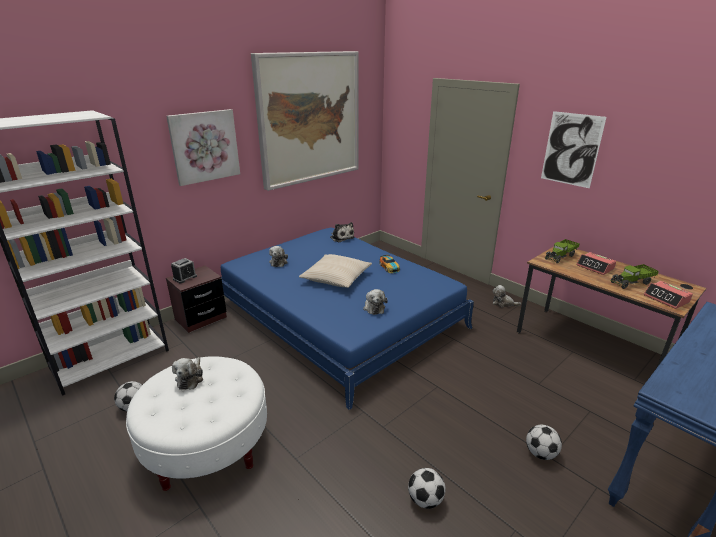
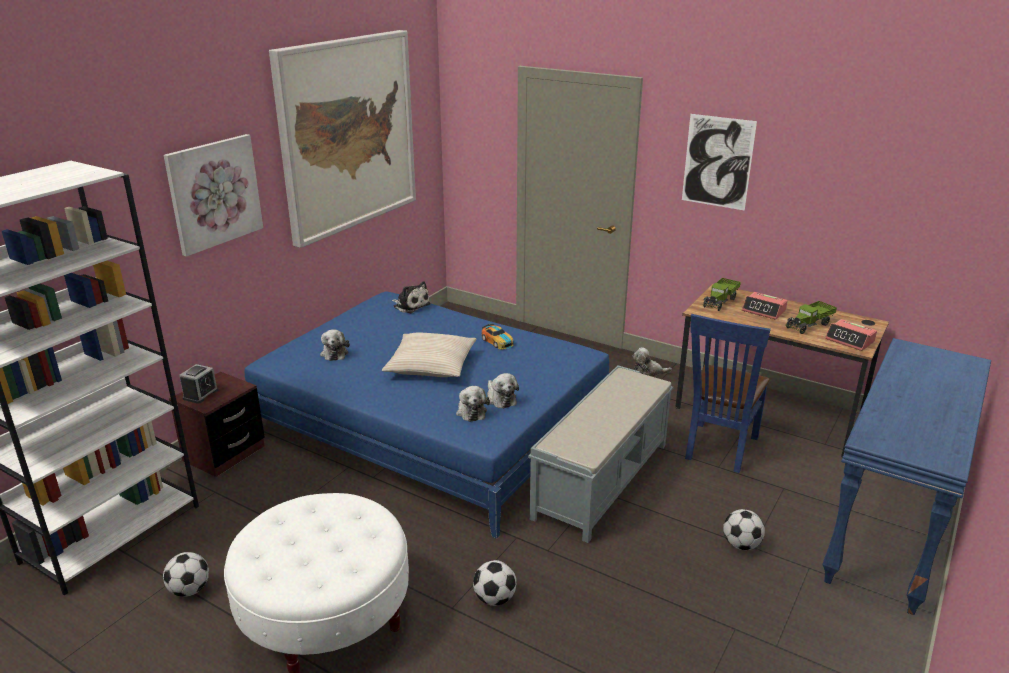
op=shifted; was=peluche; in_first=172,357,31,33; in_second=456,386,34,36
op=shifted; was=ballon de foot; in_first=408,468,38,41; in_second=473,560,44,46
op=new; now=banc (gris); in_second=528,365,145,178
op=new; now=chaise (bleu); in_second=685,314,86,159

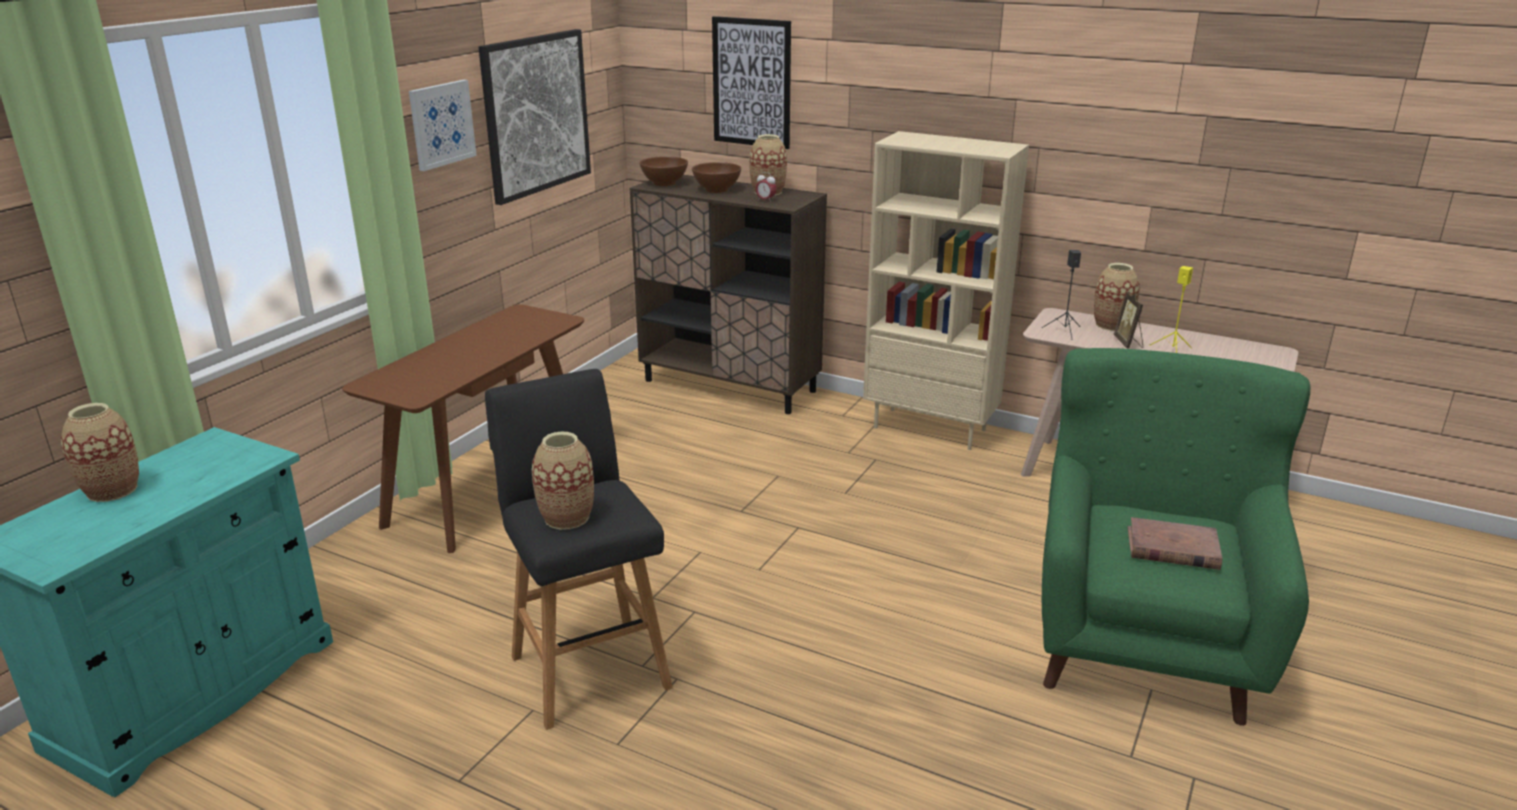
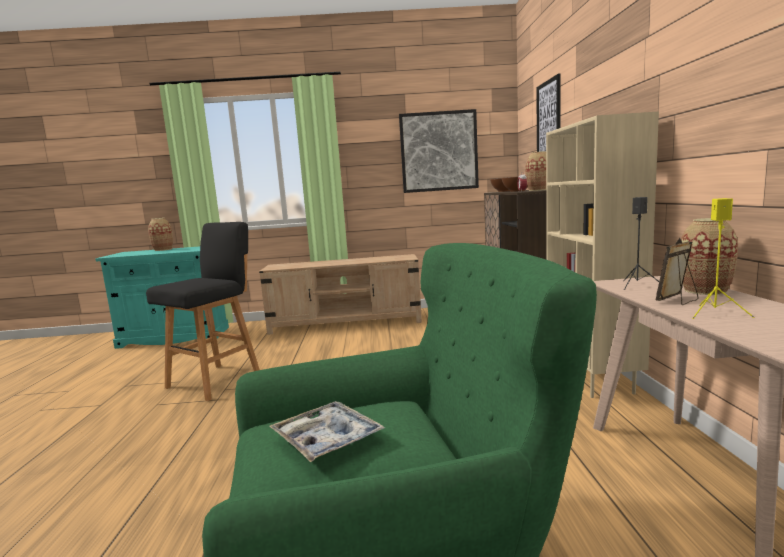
op=swapped; was=table console (marron); now=meuble télé (beige); in_first=342,305,242,248; in_second=259,254,163,81
op=swapped; was=livre (marron); now=plateau; in_first=1128,517,94,53; in_second=269,401,116,61
op=gone; was=tableau; in_first=409,80,68,91
op=gone; was=vase; in_first=532,432,62,98

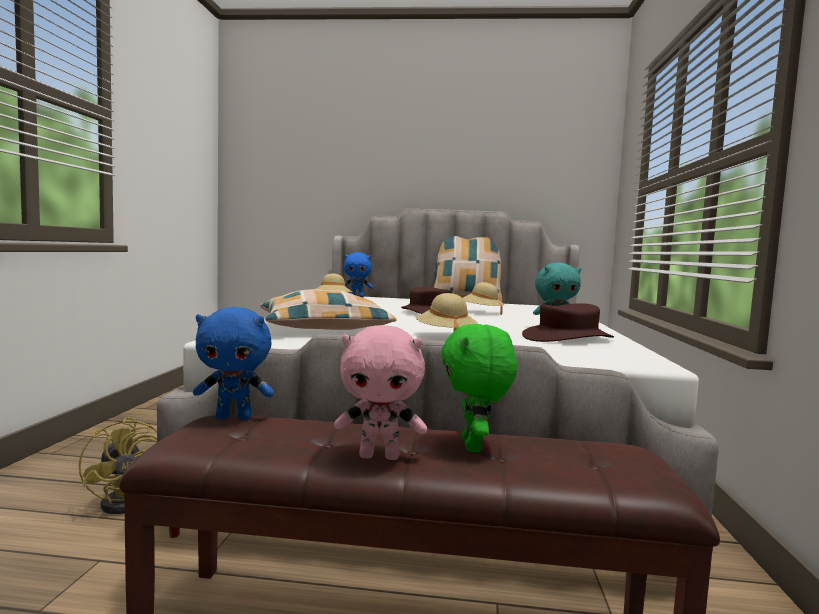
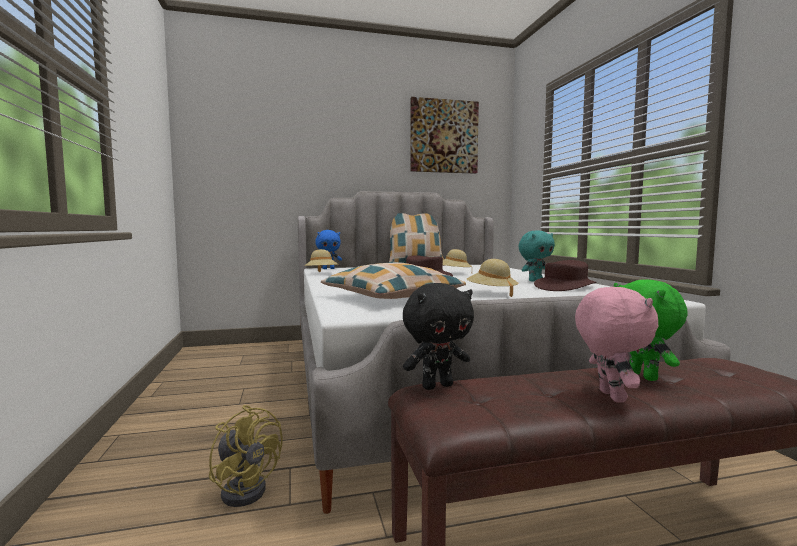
op=repainted; was=peluche (bleu); now=peluche (noir); in_first=193,307,81,113; in_second=403,283,71,107
op=new; now=tableau; in_second=410,97,69,77
op=rotated; was=peluche (rose); in_first=334,325,93,135; in_second=575,287,83,116; clockwise=-75

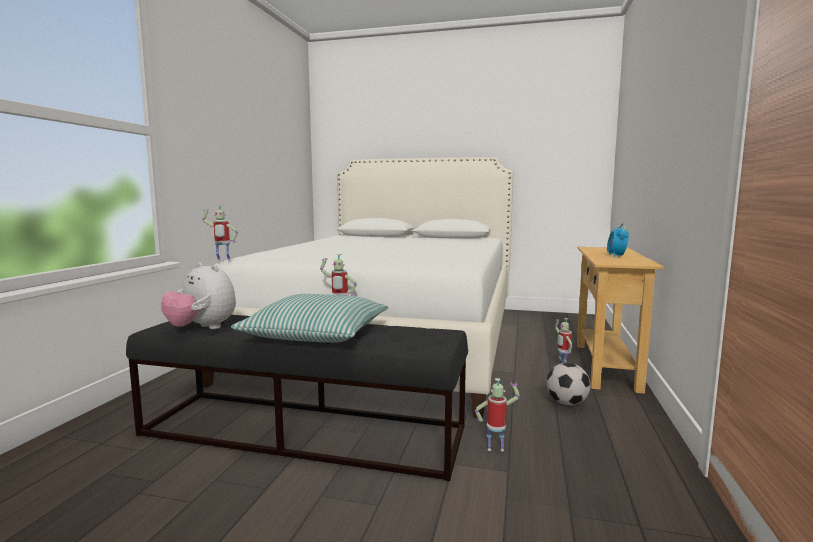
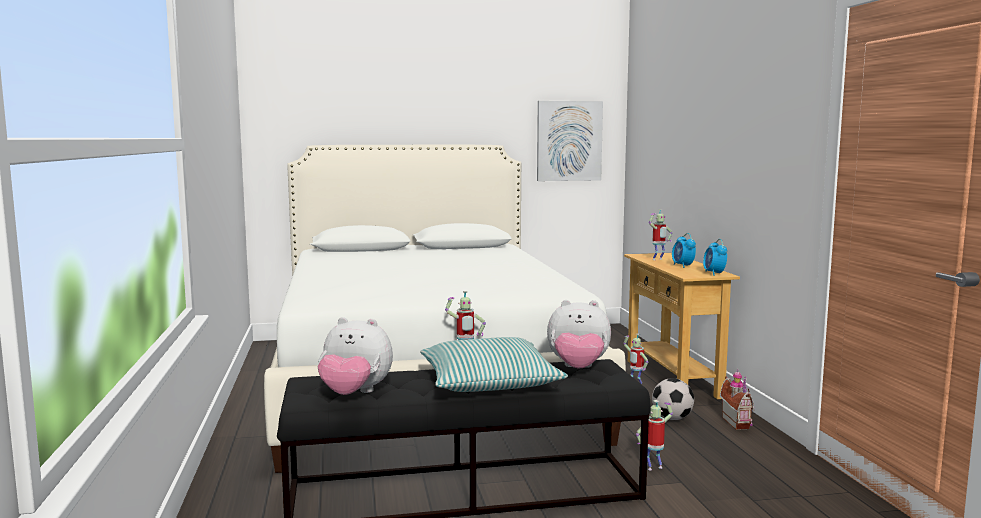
op=new; now=tableau; in_second=537,101,66,80
op=new; now=peluche; in_second=547,300,64,68
op=shifted; was=robot jouet; in_first=202,205,36,57; in_second=649,209,23,51
op=new; now=réveil; in_second=703,239,24,37
op=new; now=maison miniature; in_second=720,369,34,61

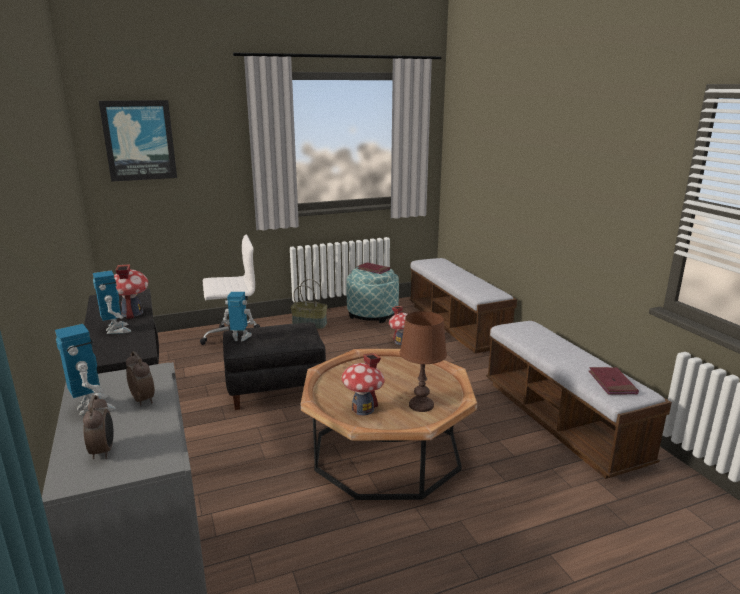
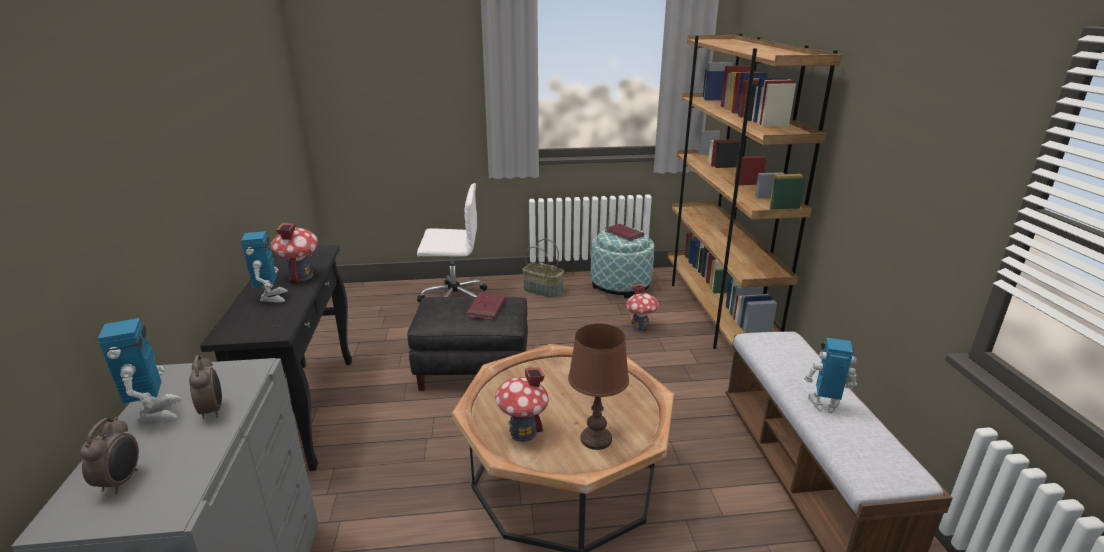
op=shifted; was=livre (rouge); in_first=589,367,50,28; in_second=466,293,40,27
op=swapped; was=banc; now=bibliothèque (marron); in_first=410,258,107,95; in_second=668,34,174,315
op=shifted; was=robot jouet; in_first=223,292,32,49; in_second=804,338,53,75
op=gone; was=tableau; in_first=99,100,78,82

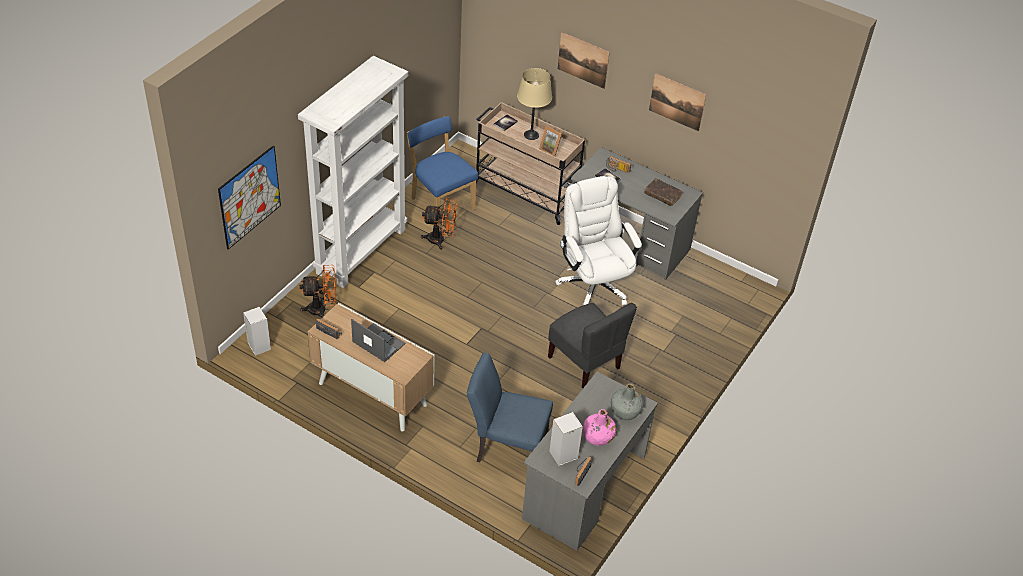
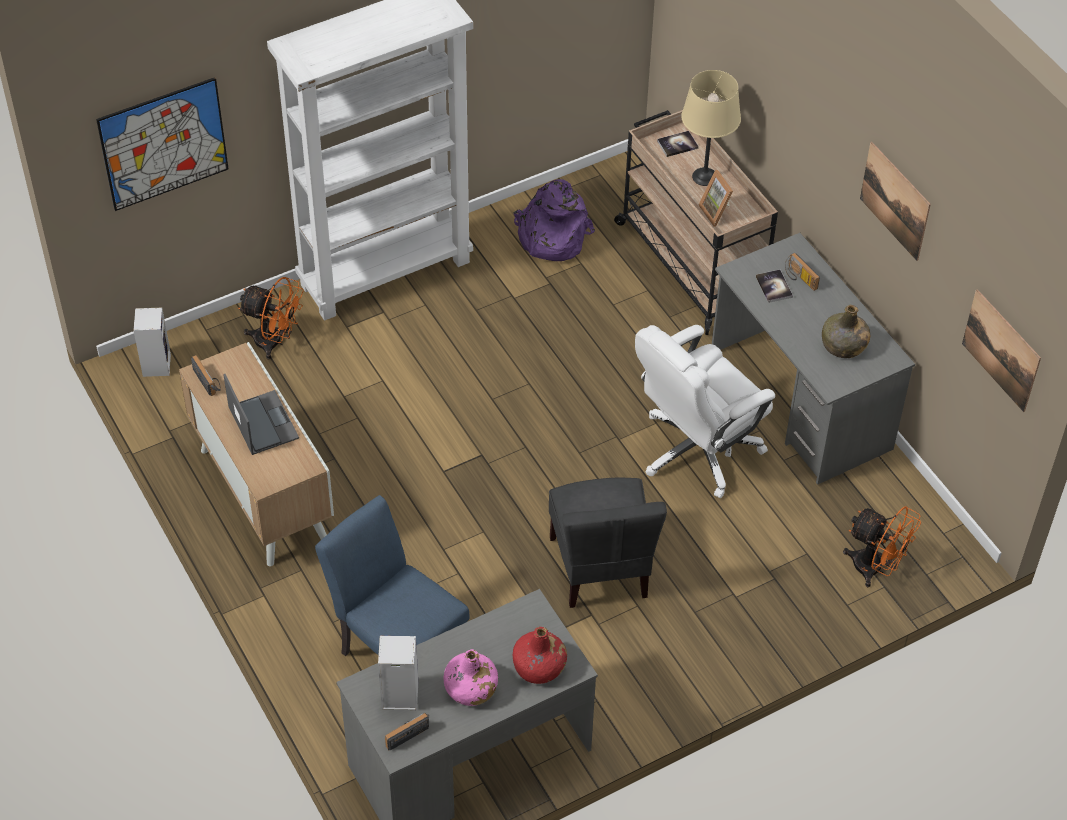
op=repainted; was=bouteille (gris); now=bouteille (rouge); in_first=611,384,33,36; in_second=513,627,54,57
op=swapped; was=chaise (bleu); now=sac à dos (violet); in_first=407,116,71,109; in_second=514,179,81,82
op=rotated; was=chaise de bureau (blanc); in_first=555,176,87,129; in_second=635,325,140,173; clockwise=-135
op=swapped; was=livre (marron); now=bouteille (vert); in_first=644,178,38,28; in_second=822,305,49,53
op=shifted; was=ventilateur (orange); in_first=421,197,36,53; in_second=843,506,78,82
op=shifted; was=tableau; in_first=558,32,52,57; in_second=962,289,79,123

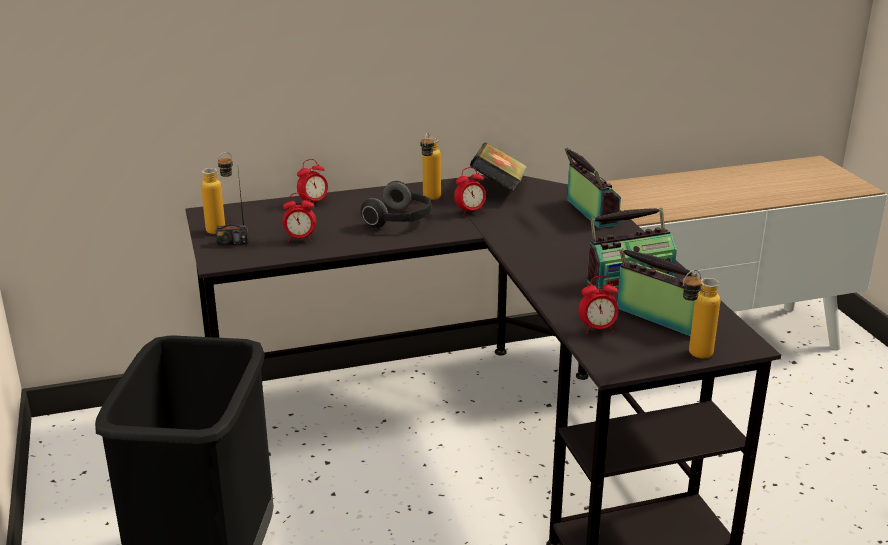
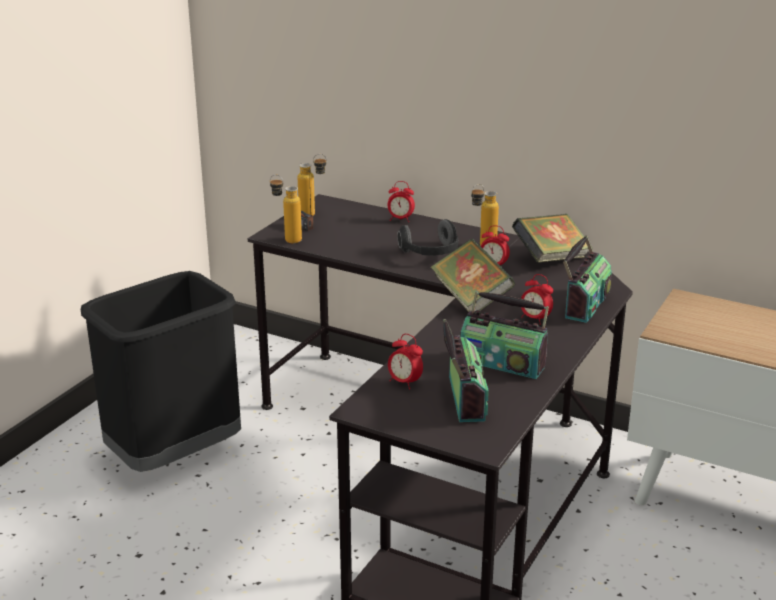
op=shifted; was=bouteille; in_first=682,270,39,88; in_second=270,175,32,68
op=new; now=livre; in_second=430,239,85,74
op=shifted; was=réveil; in_first=283,193,33,49; in_second=521,274,32,51

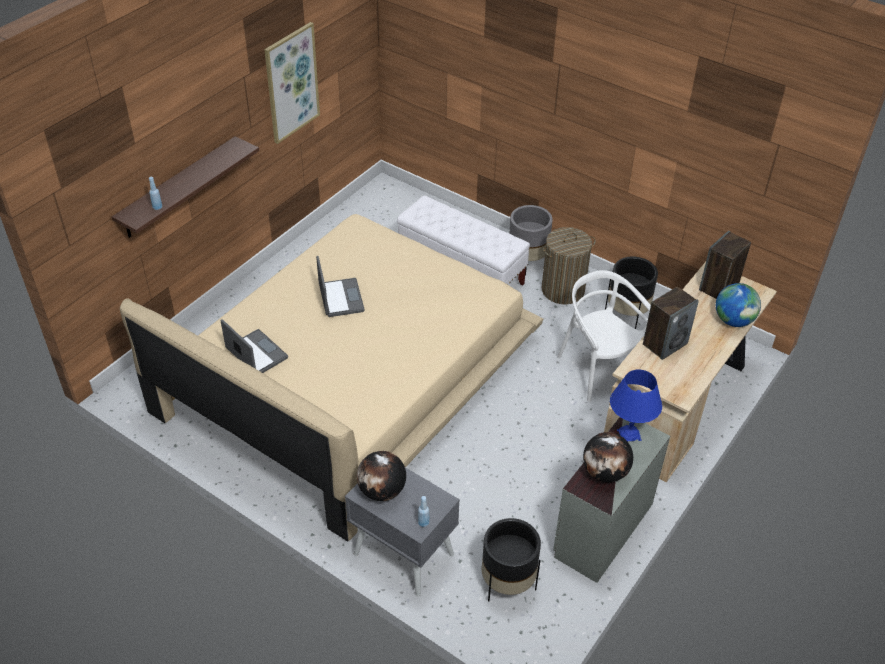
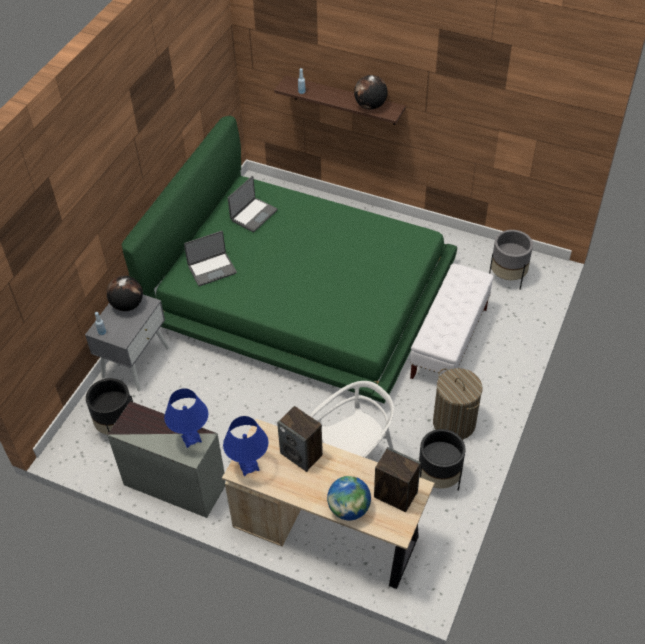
op=repainted; was=lit (beige); now=lit (vert); in_first=120,214,424,328; in_second=122,116,335,287
op=shifted; was=ordinateur portable; in_first=316,256,49,61; in_second=184,231,53,55
op=new; now=lampe de table (bleu); in_second=223,416,46,60
op=shifted; was=globe; in_first=583,432,50,50; in_second=354,75,34,35
op=shifted; was=cache-pot (gris); in_first=509,205,44,70; in_second=489,230,44,60
op=gone; was=tableau; in_first=264,22,56,122

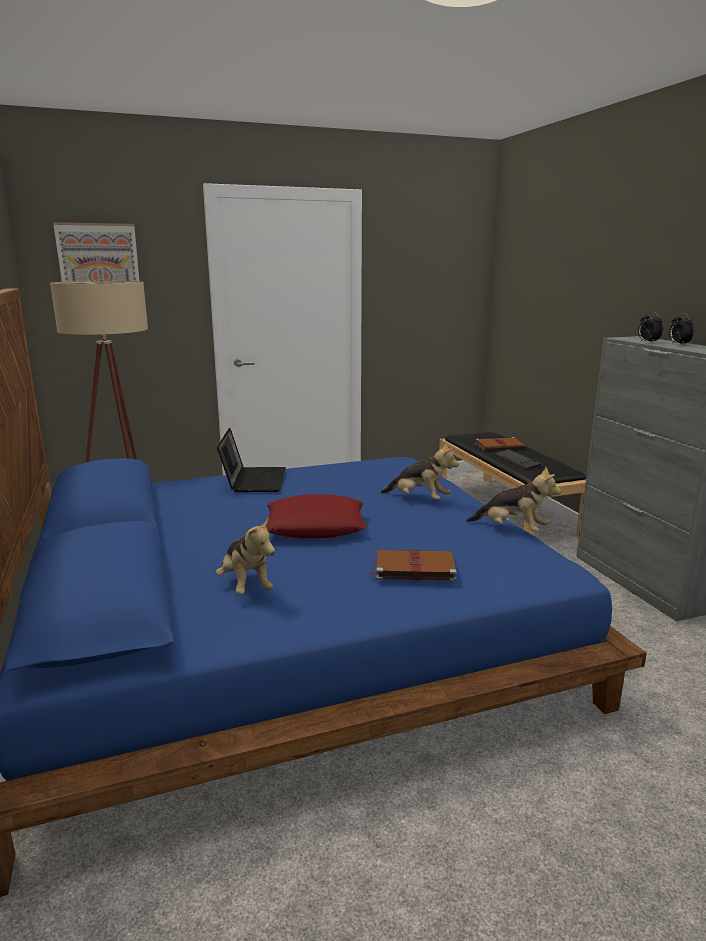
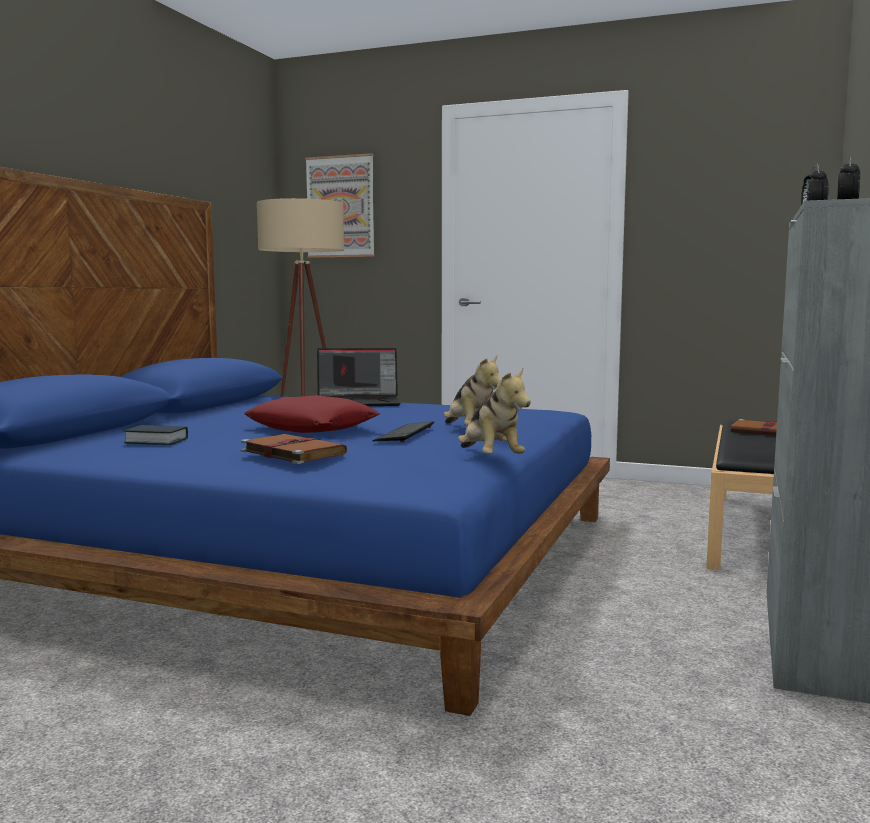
op=swapped; was=peluche; now=livre; in_first=216,518,59,76; in_second=124,425,64,20
op=rotated; was=ordinateur portable; in_first=217,428,69,64; in_second=317,348,84,58; clockwise=45
op=shifted; was=clavier; in_first=493,449,49,21; in_second=372,421,62,21

